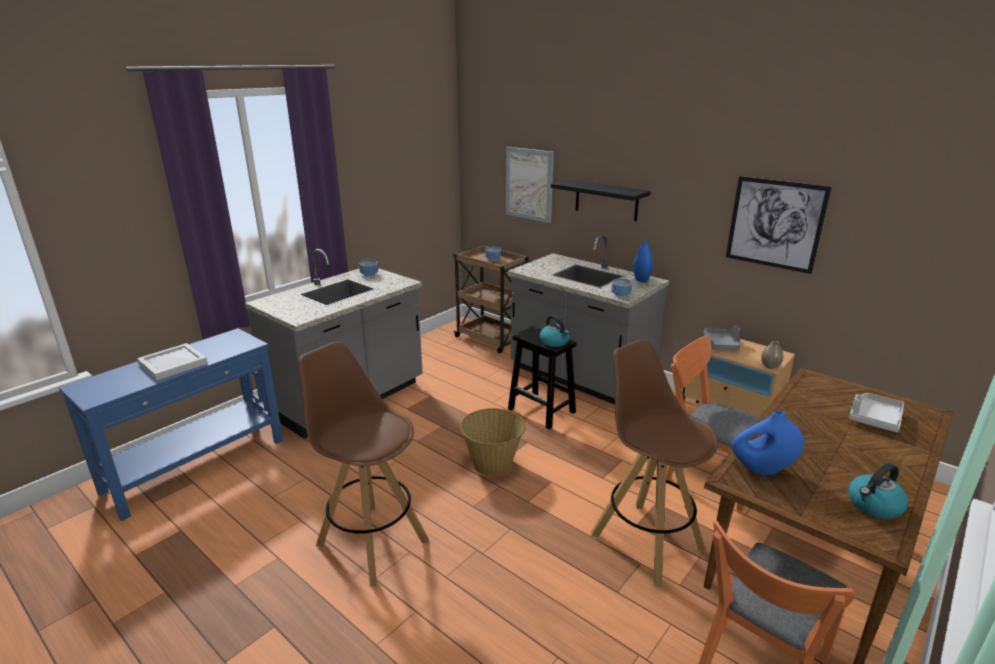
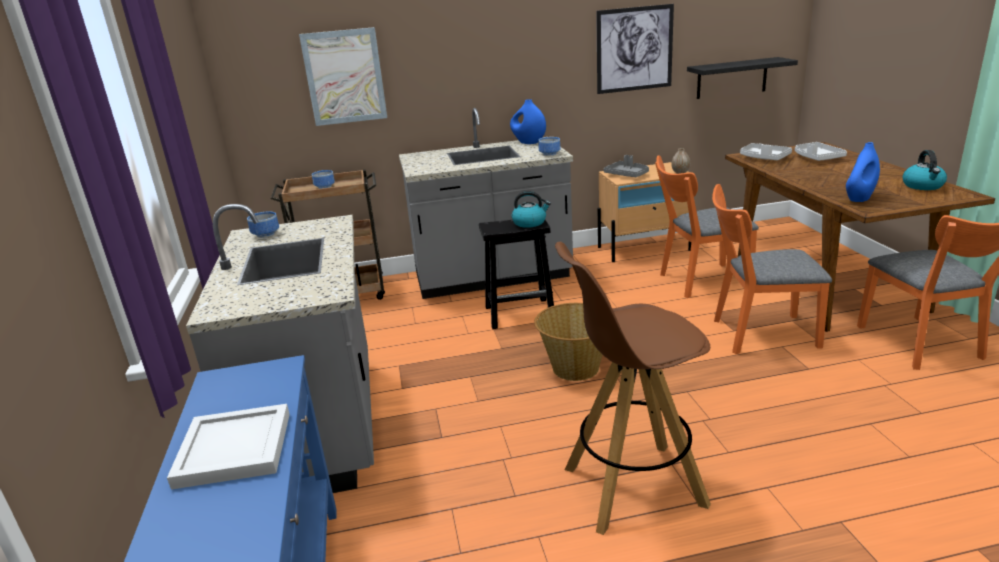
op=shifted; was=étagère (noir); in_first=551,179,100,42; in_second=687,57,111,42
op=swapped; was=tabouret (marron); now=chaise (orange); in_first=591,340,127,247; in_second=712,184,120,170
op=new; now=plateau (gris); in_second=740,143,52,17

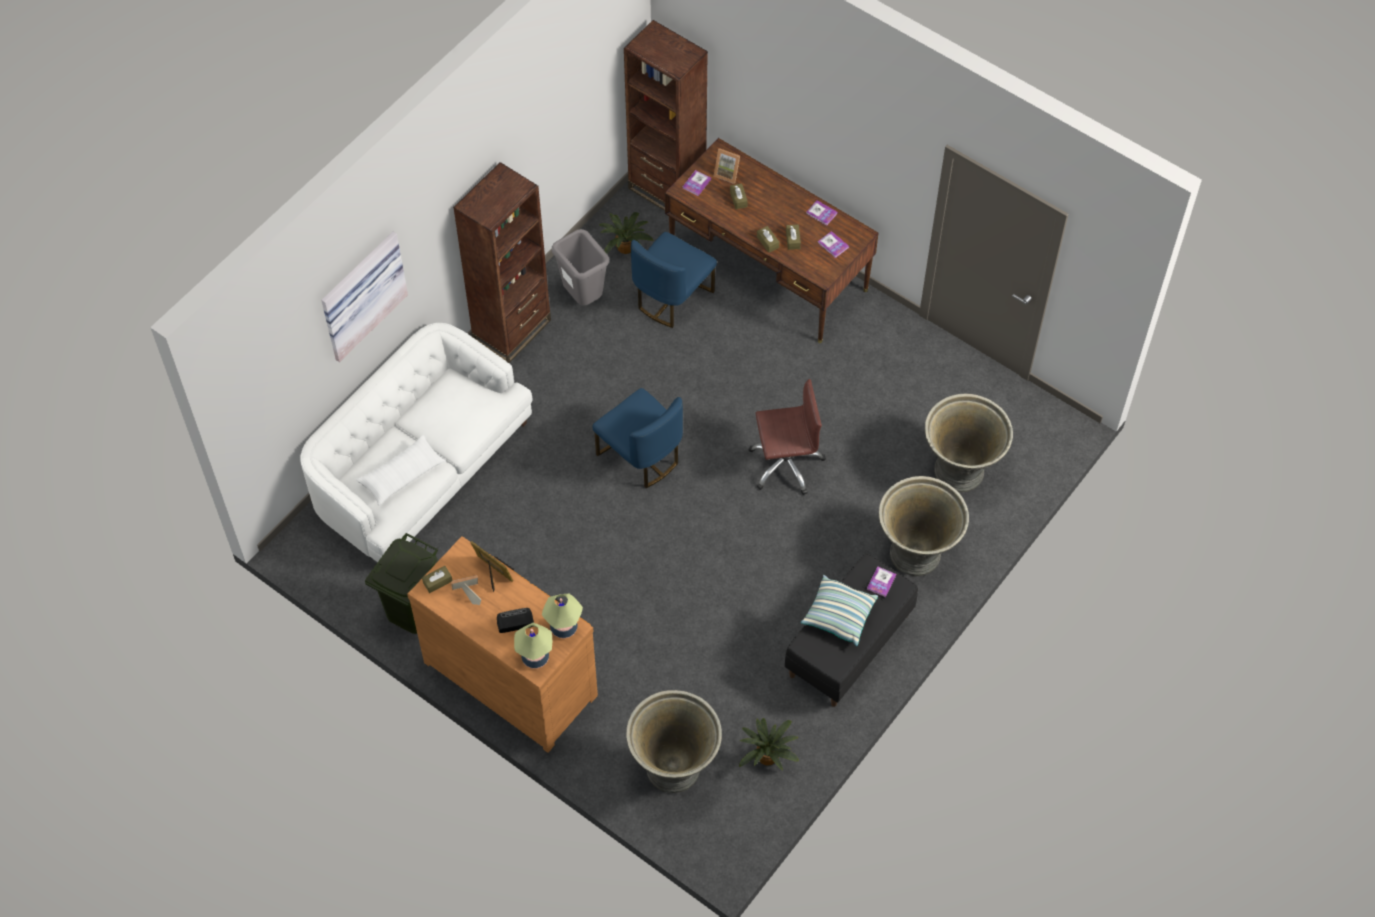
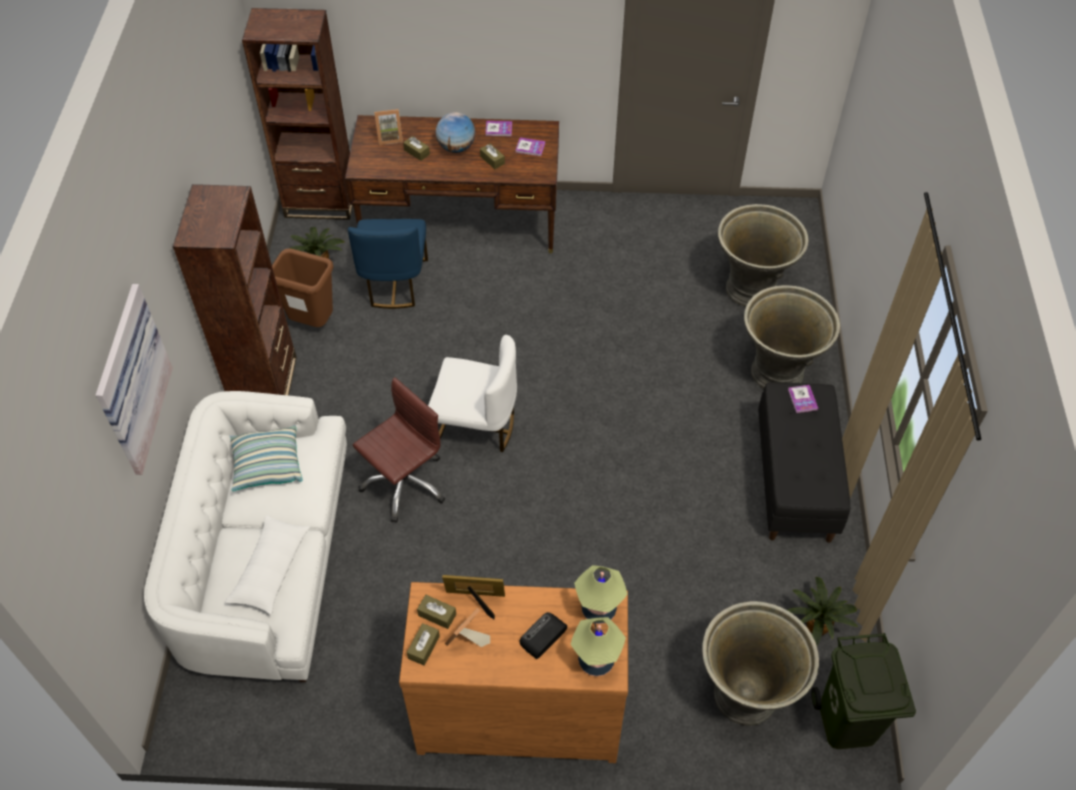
op=shifted; was=coussin; in_first=801,575,77,71; in_second=230,425,73,66
op=repainted; was=poubelle (gris); now=poubelle (marron); in_first=552,229,57,77; in_second=272,248,61,79
op=shifted; was=chaise de bureau (marron); in_first=748,379,78,116; in_second=353,377,92,146
op=shifted; was=boîte à mouchoirs (marron); in_first=757,226,22,27; in_second=417,595,39,34
op=repainted; was=chaise (bleu); now=chaise (blanc); in_first=592,388,91,100; in_second=428,335,89,117
op=new; now=globe; in_second=436,112,39,41
op=shifted; was=poubelle (vert); in_first=365,533,73,101; in_second=811,633,105,116
op=gone; was=livre; in_first=682,170,29,26

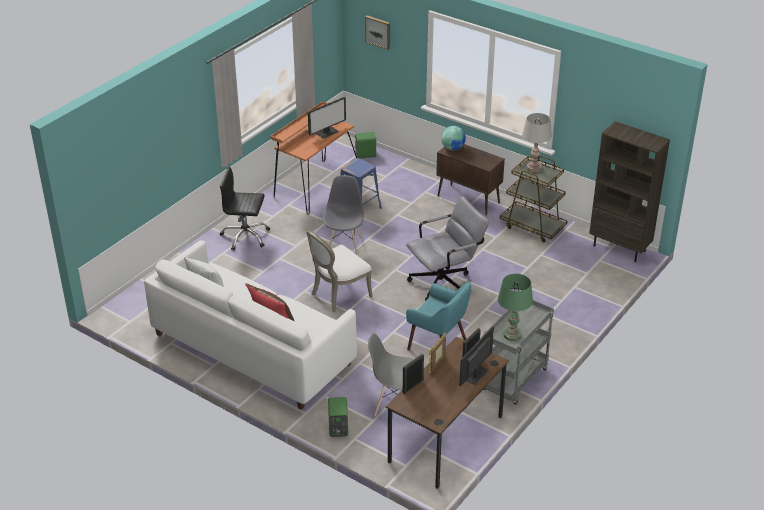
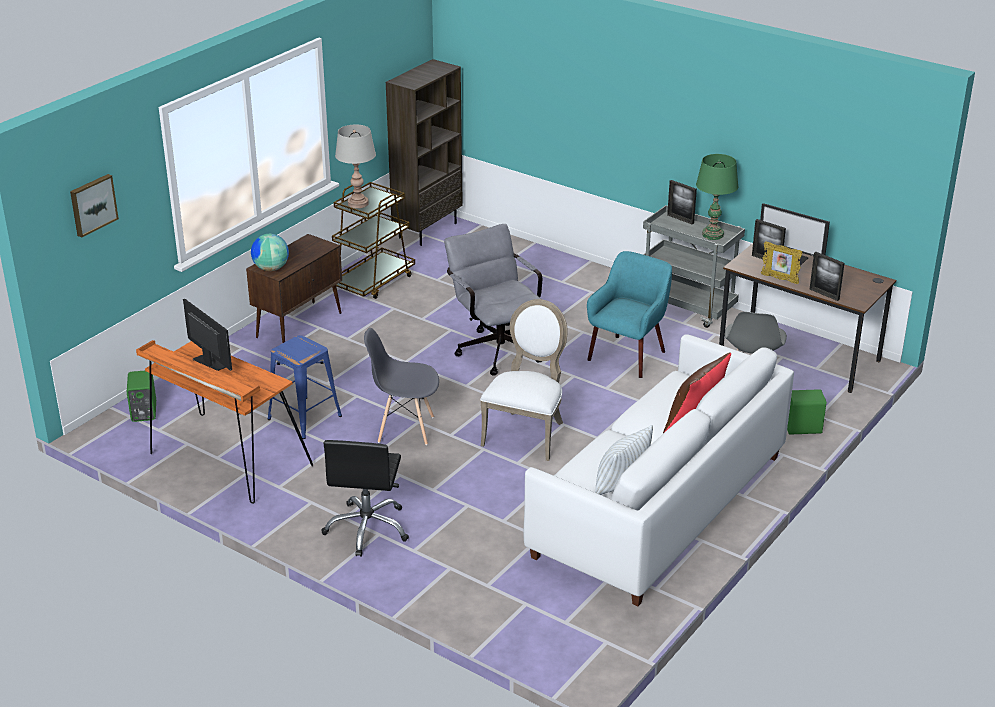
op=rotated; was=chaise (blanc); in_first=306,230,67,82; in_second=480,299,88,162; clockwise=-120
op=new; now=cadre photo; in_second=667,180,30,44

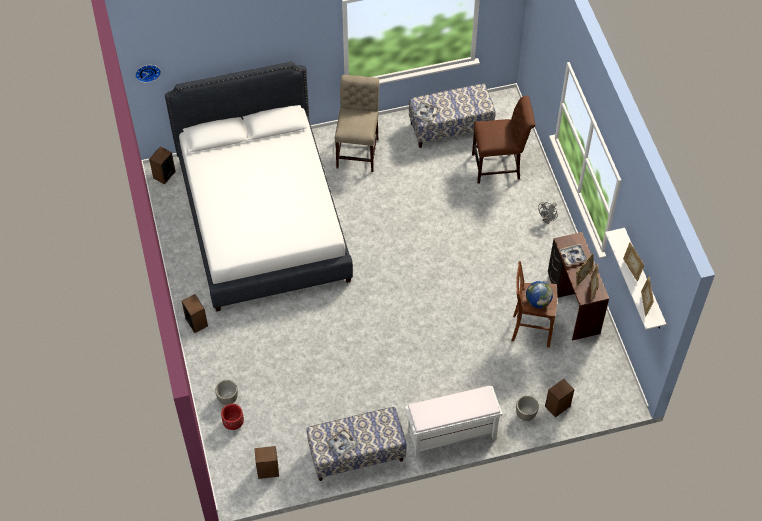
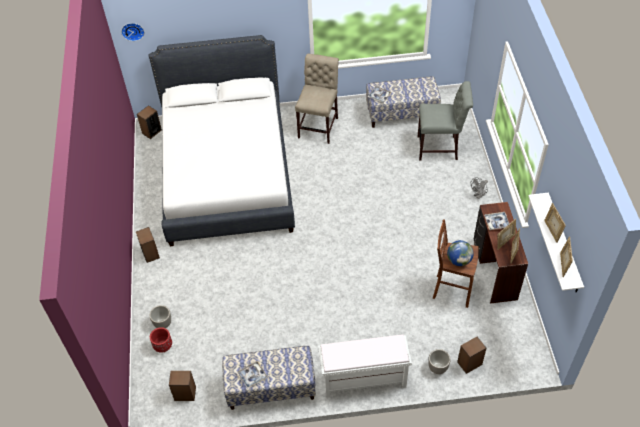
op=repainted; was=chaise (marron); now=chaise (gris); in_first=472,96,63,88; in_second=418,81,55,79

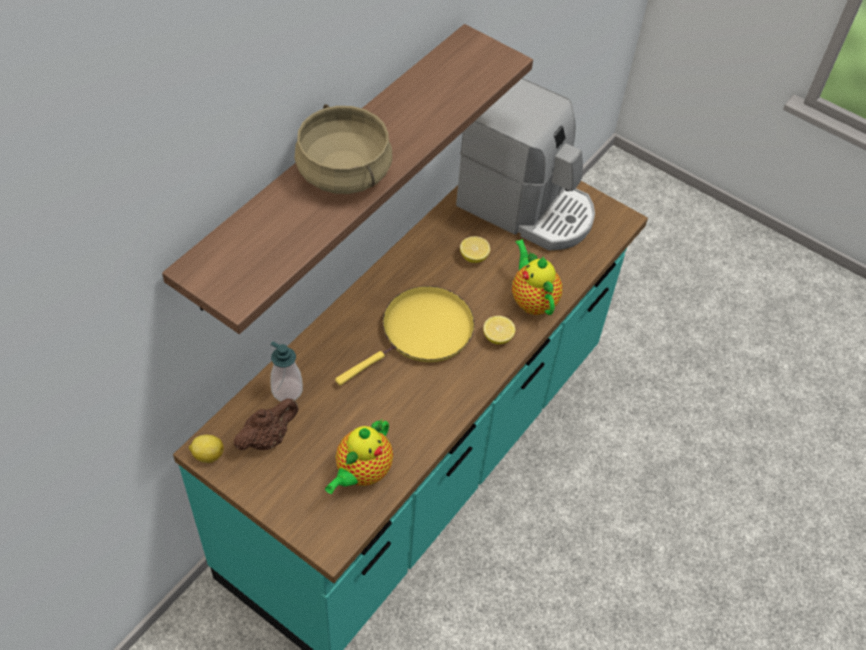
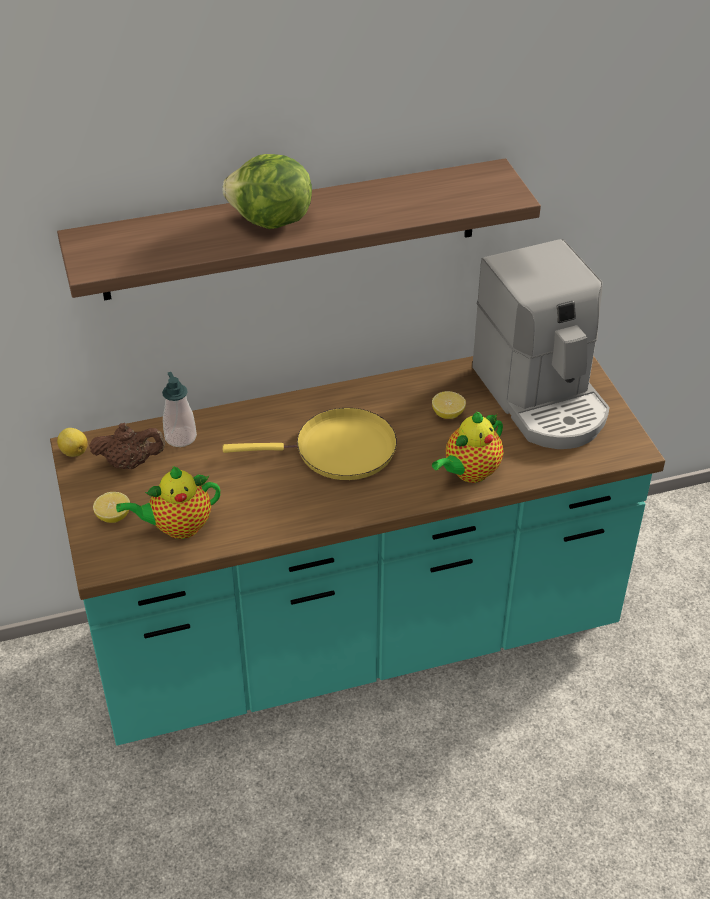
op=shifted; was=citron; in_first=483,316,32,28; in_second=93,492,37,31
op=swapped; was=marmite (beige); now=laitue; in_first=294,104,98,90; in_second=223,154,89,75
op=rotated; was=théière; in_first=512,239,50,76; in_second=432,412,71,71; clockwise=-150

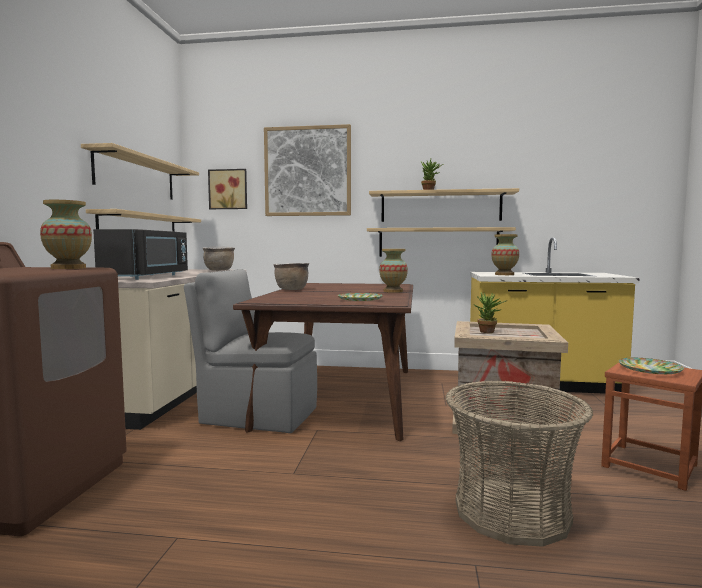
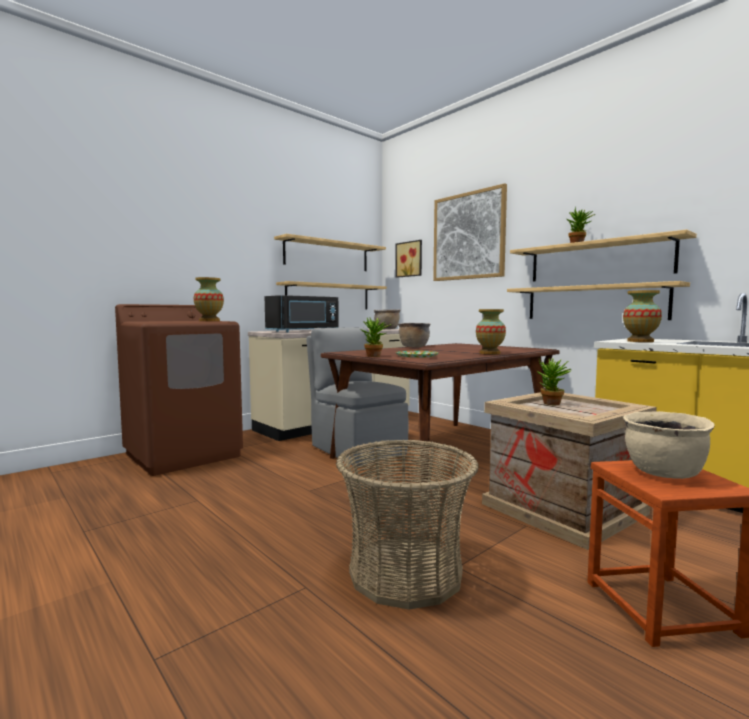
op=new; now=plante en pot; in_second=361,317,31,40
op=swapped; was=assiette; now=marmite (beige); in_first=619,358,65,16; in_second=623,411,92,68

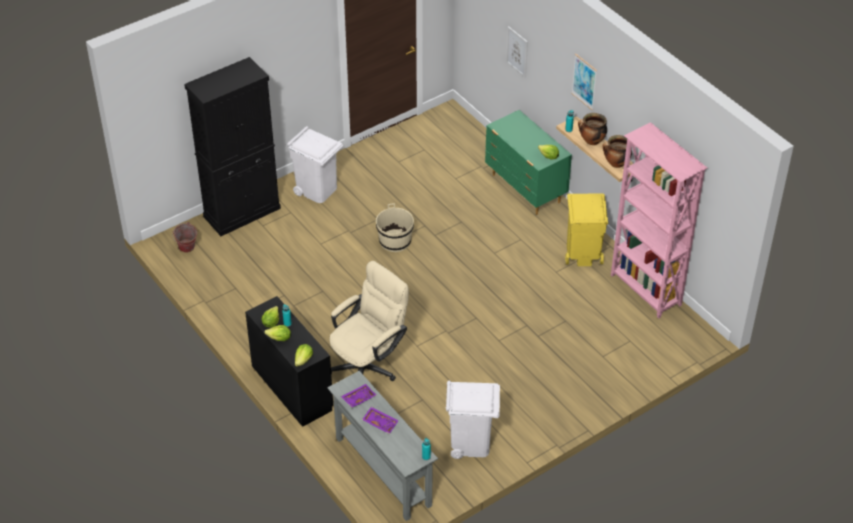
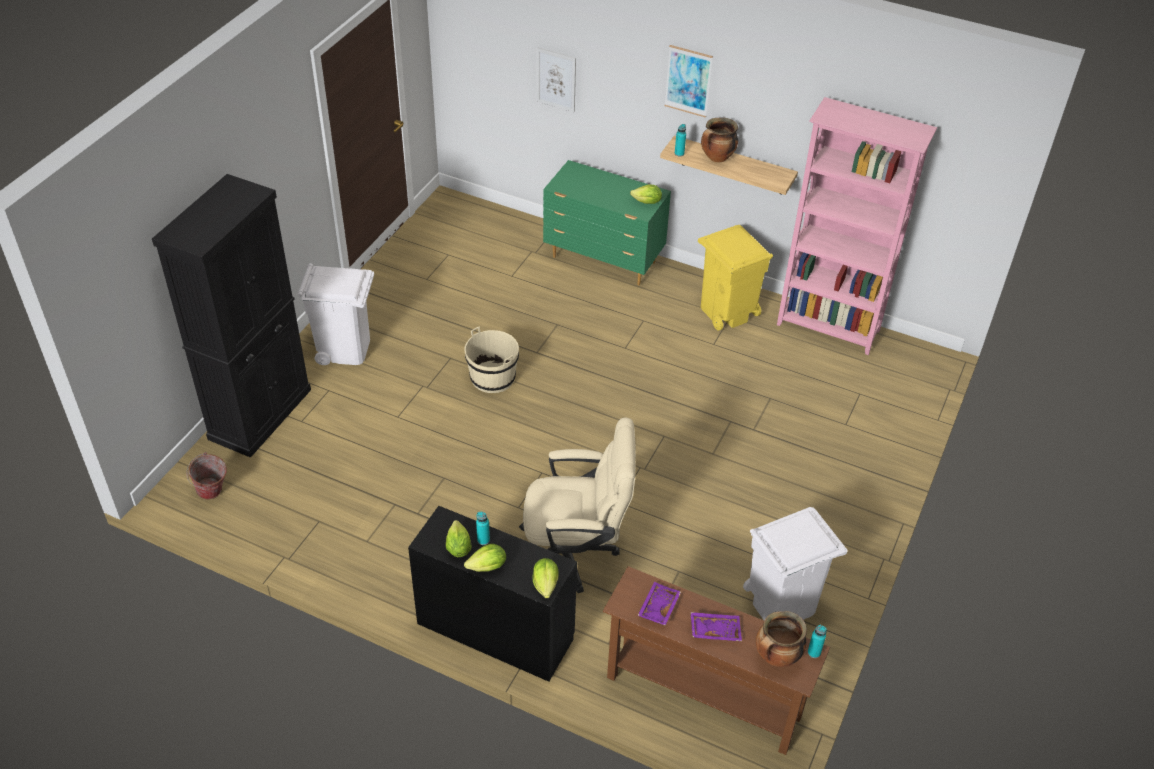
op=rotated; was=chaise de bureau (beige); in_first=330,261,79,120; in_second=519,417,117,176; clockwise=75
op=repainted; was=table console (gris); now=table console (marron); in_first=328,371,110,150; in_second=603,566,227,189
op=shifted; was=marmite; in_first=602,135,30,33; in_second=756,611,51,56

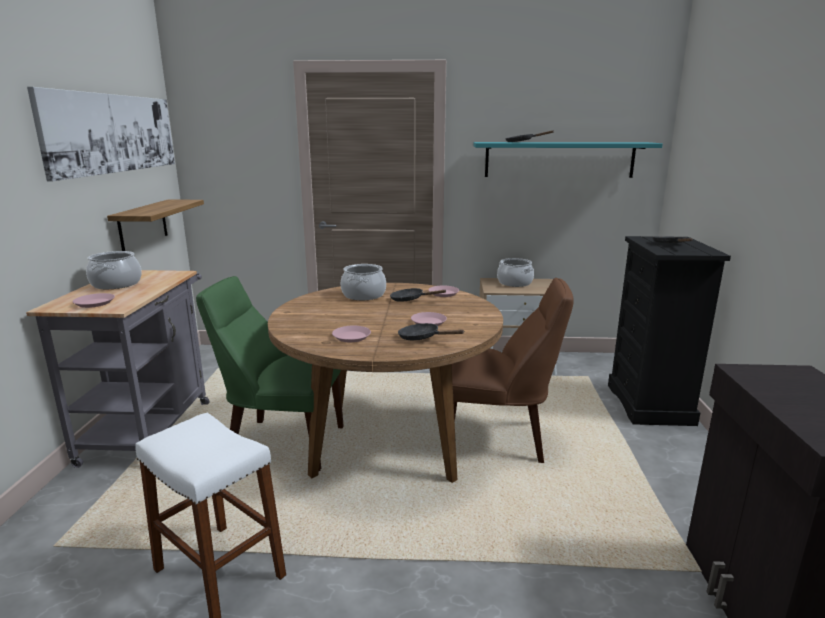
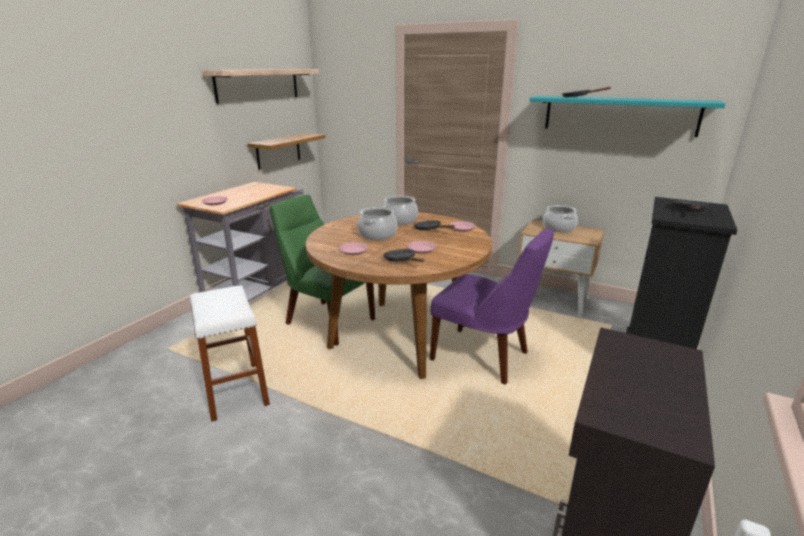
op=swapped; was=tableau; now=étagère; in_first=27,87,148,95; in_second=202,69,117,35
op=shifted; was=marmite; in_first=86,251,56,38; in_second=358,207,40,33
op=repainted; was=chaise (marron); now=chaise (violet); in_first=452,278,122,185; in_second=430,228,124,157

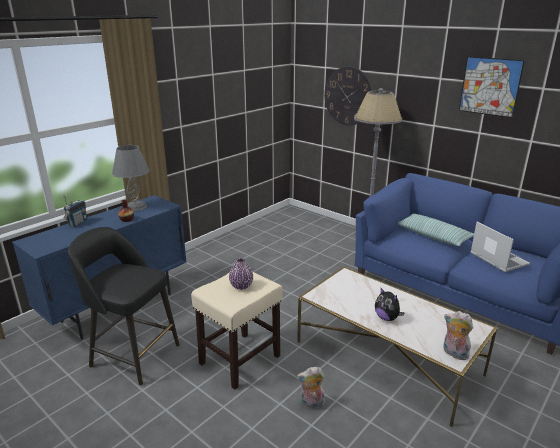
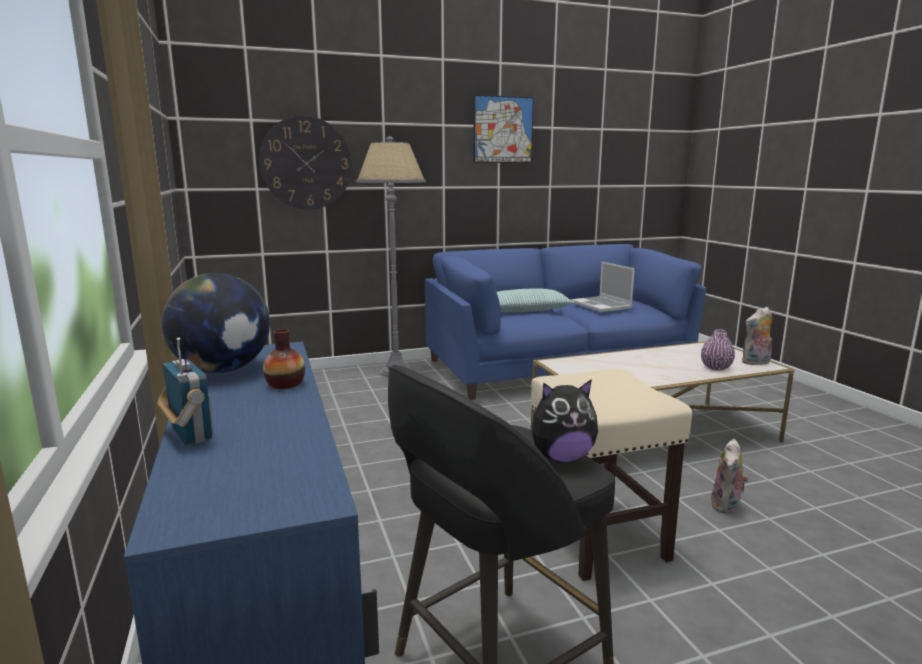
op=swapped; was=lampe de table (gris); now=globe; in_first=112,145,38,66; in_second=162,273,108,100
op=shifted; was=peluche; in_first=375,288,30,33; in_second=531,379,67,84
op=rotated; was=ordinateur portable; in_first=470,222,60,50; in_second=571,262,64,50; clockwise=-120
op=shifted; was=vase (violet); in_first=229,258,24,32; in_second=701,329,34,42

